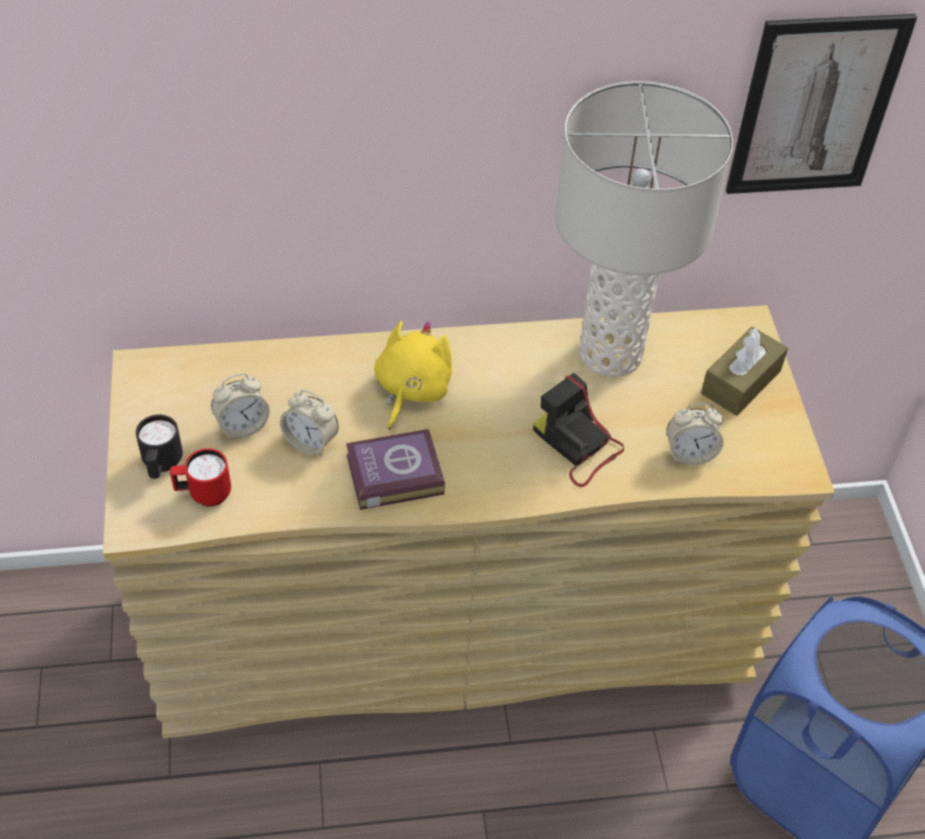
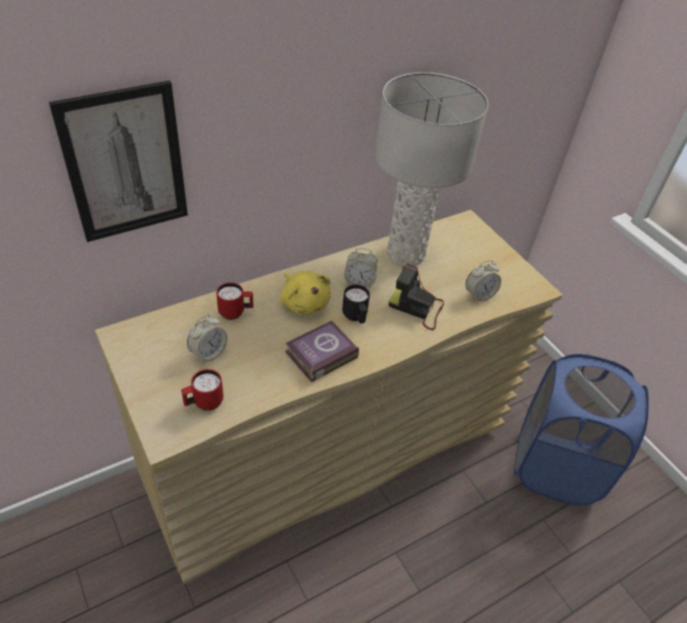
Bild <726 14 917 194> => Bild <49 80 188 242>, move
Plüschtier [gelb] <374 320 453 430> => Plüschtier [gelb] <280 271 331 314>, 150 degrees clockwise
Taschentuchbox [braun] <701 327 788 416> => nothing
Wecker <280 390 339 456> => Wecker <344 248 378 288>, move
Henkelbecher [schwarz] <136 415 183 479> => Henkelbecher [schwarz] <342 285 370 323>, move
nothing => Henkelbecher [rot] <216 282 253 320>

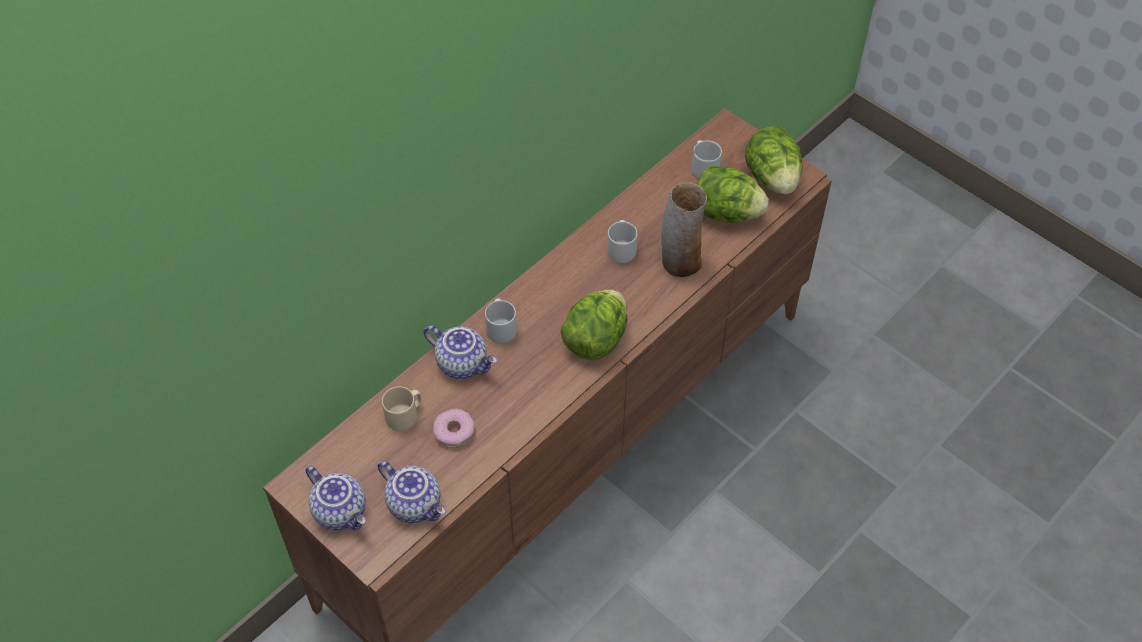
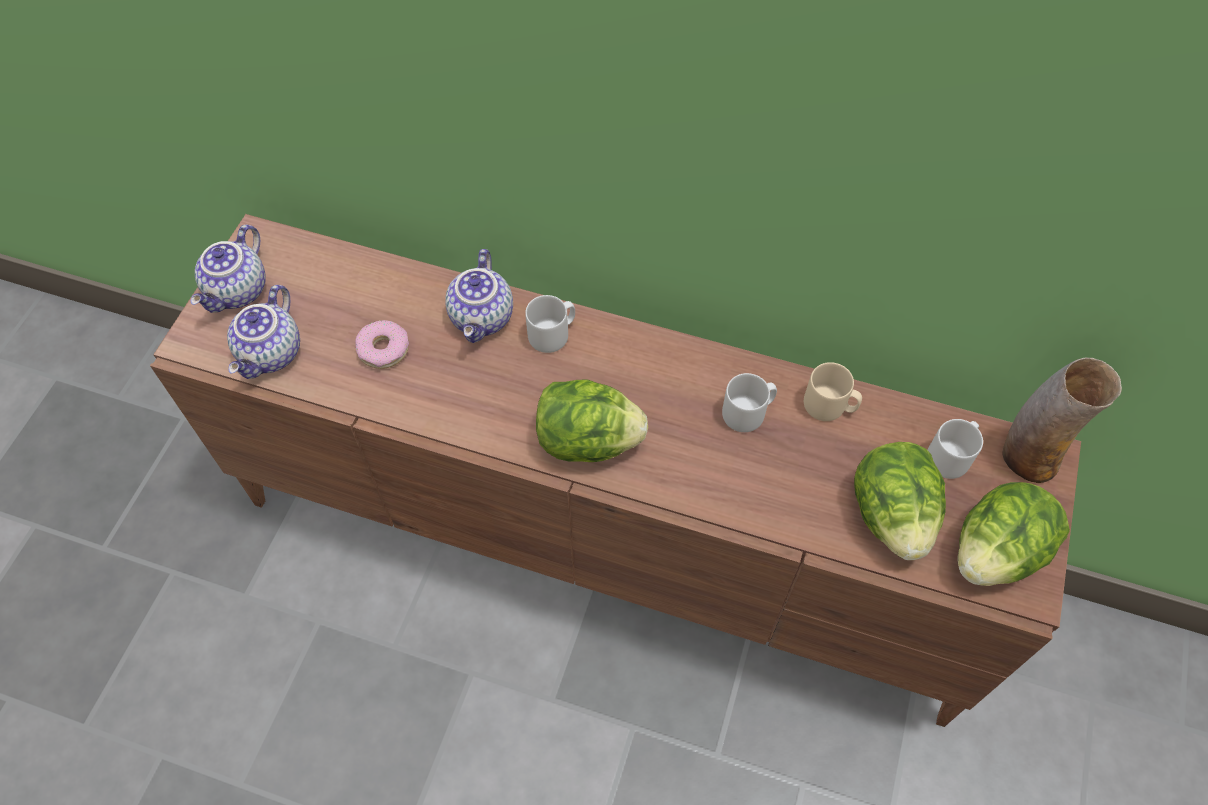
Vase <661 182 707 277> => Vase <1002 357 1122 483>, move
Henkelbecher [beige] <382 386 421 431> => Henkelbecher [beige] <804 362 862 421>, move

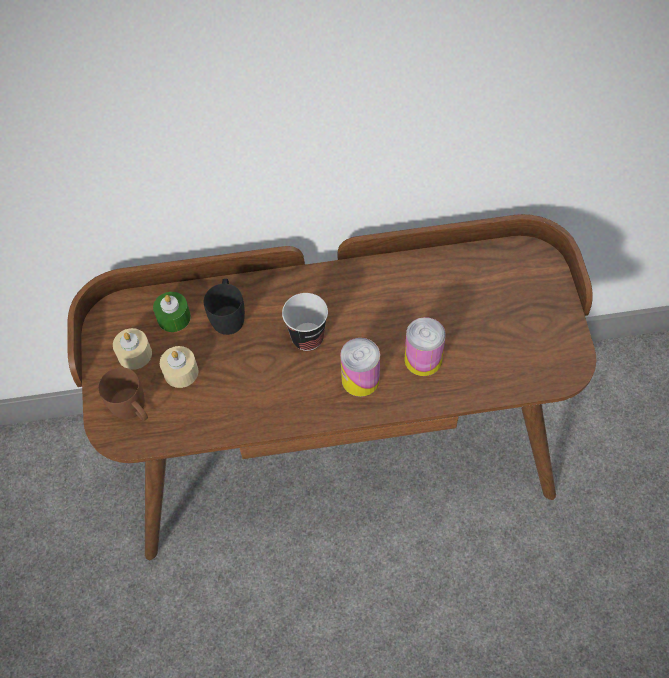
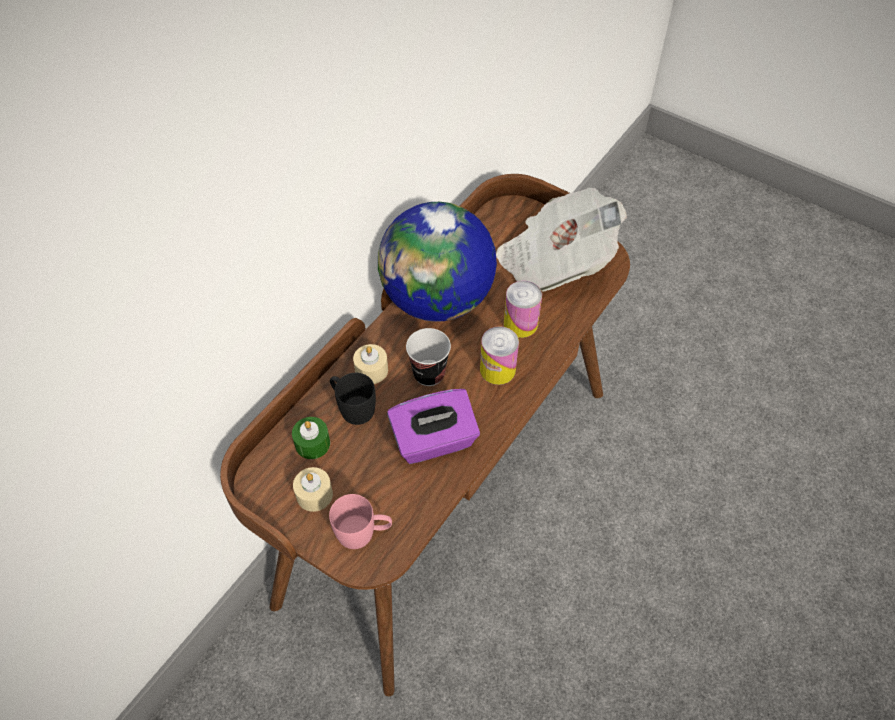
Kerze [beige] <160 346 198 388> => Kerze [beige] <353 344 388 384>, move
Henkelbecher [braun] <98 367 148 421> => Henkelbecher [rosa] <329 494 392 549>
nothing => Zeitung <496 188 627 292>
nothing => Globus <378 202 497 322>
nothing => Taschentuchbox [lila] <387 389 480 464>

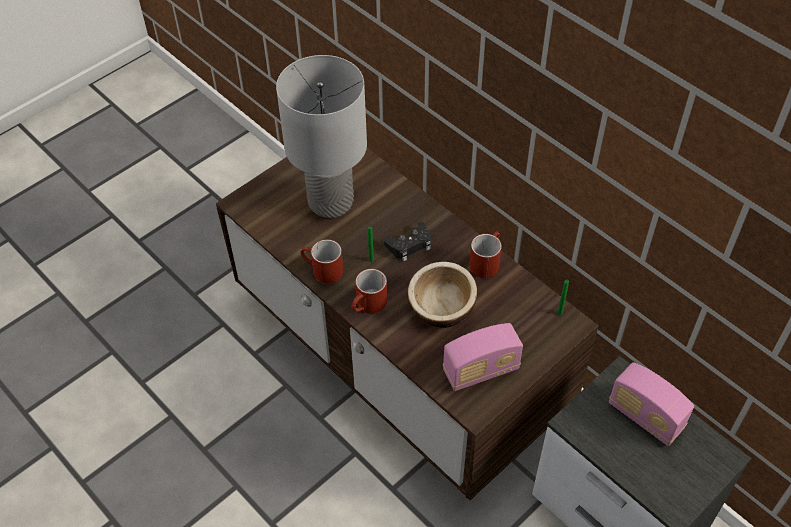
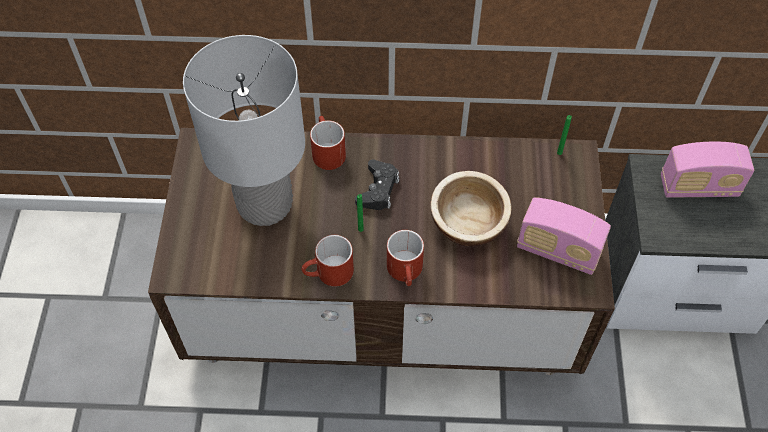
Henkelbecher [rot] <469 231 502 278> => Henkelbecher [rot] <310 116 346 170>, move
Radio <443 323 523 391> => Radio <517 197 611 275>, 90 degrees clockwise

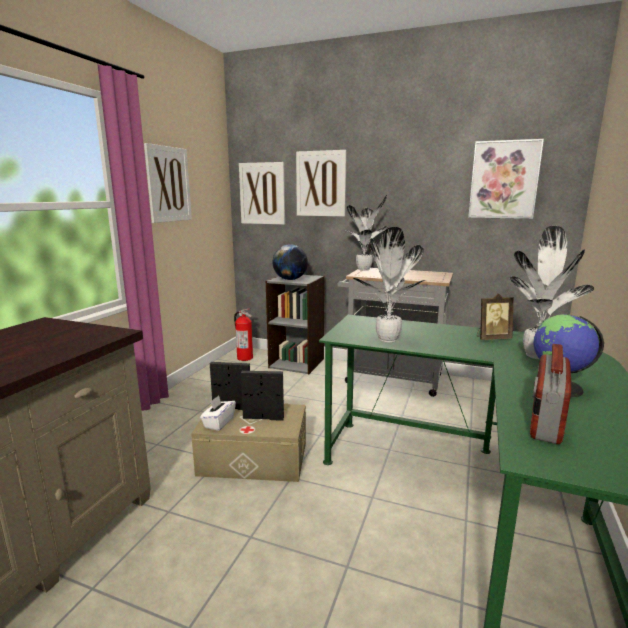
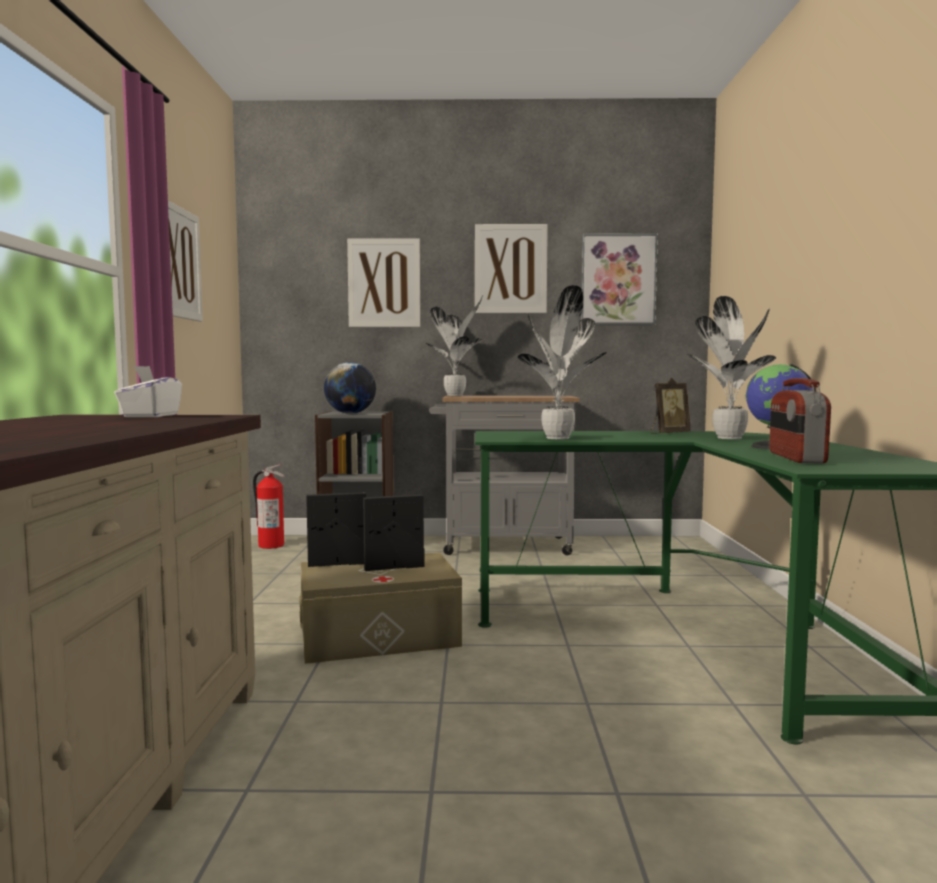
Bild <239 162 285 225> => Bild <475 224 548 313>, move
Taschentuchbox [weiß] <200 395 236 431> => Taschentuchbox [weiß] <114 366 182 417>, move

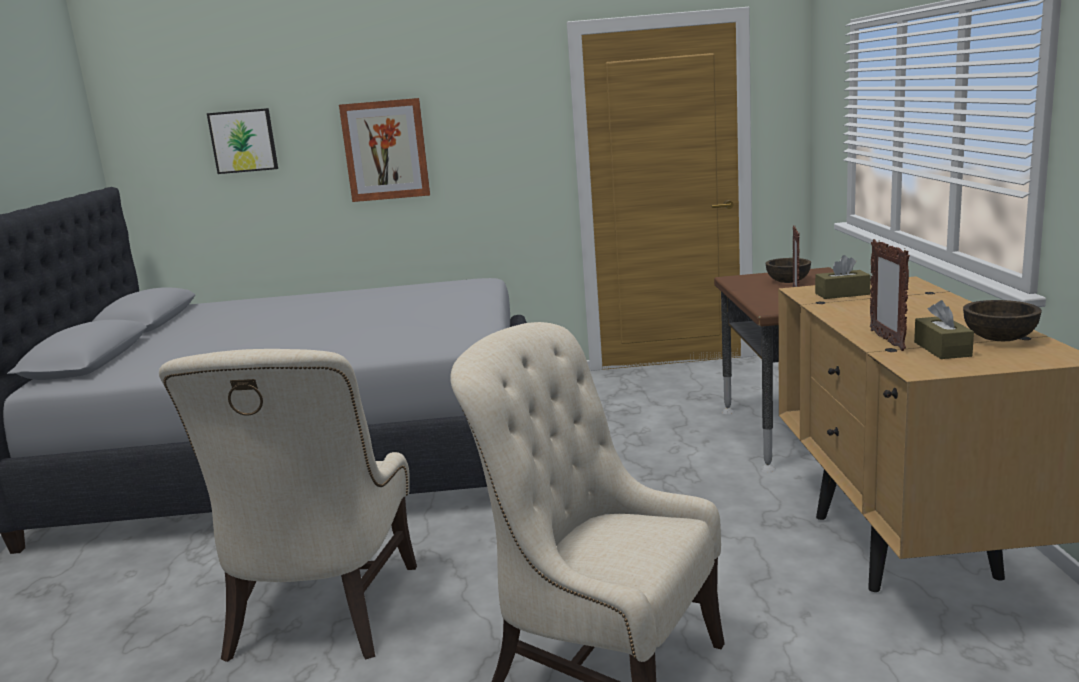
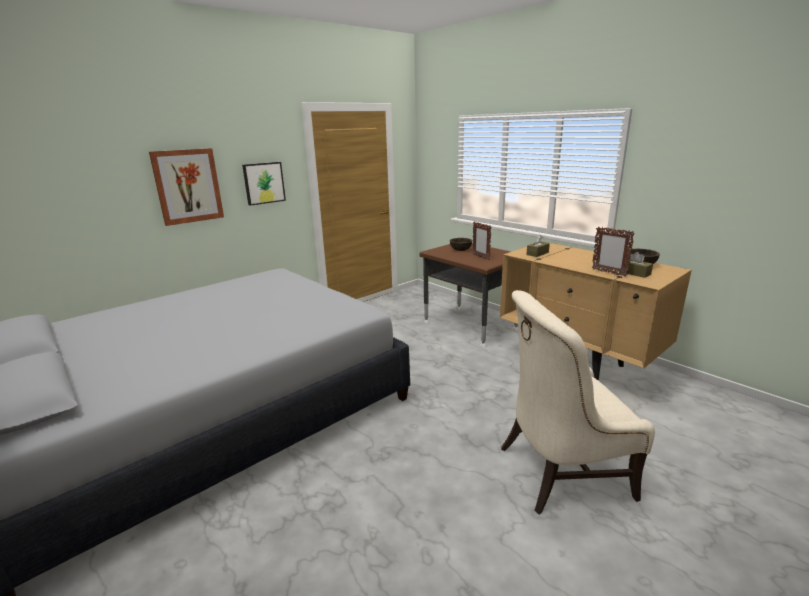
Bild <207 108 278 174> => Bild <242 162 286 206>, move
Sessel [beige] <159 349 417 662> => nothing

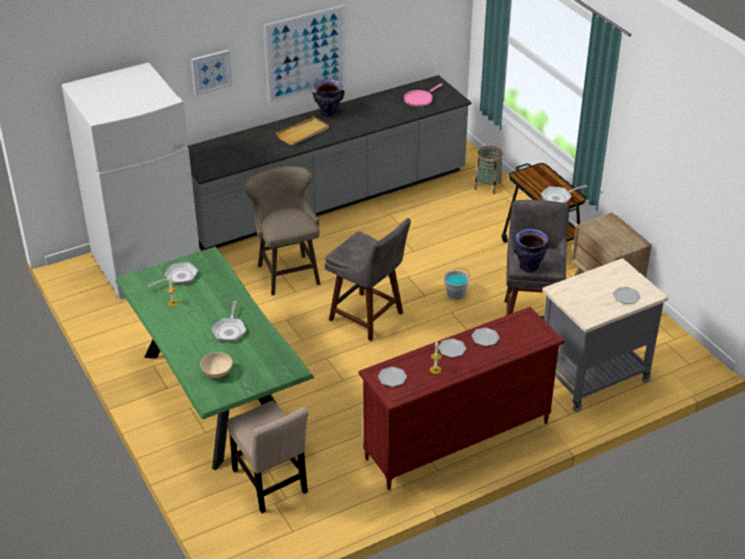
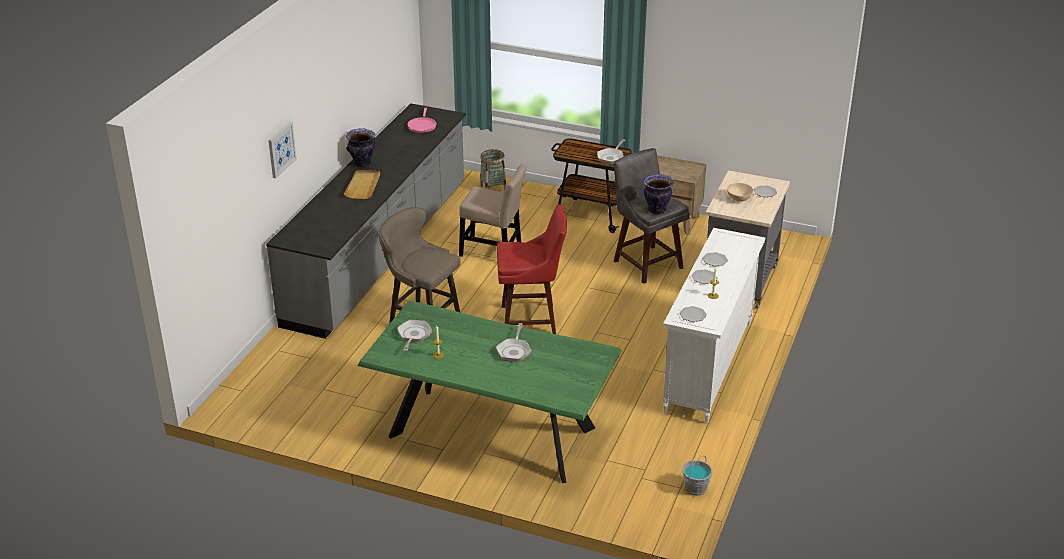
Bild <264 5 346 104> => nothing
Kühlschrank [weiß] <62 63 200 300> => nothing
Hocker [grau] <324 218 411 341> => Hocker [rot] <497 204 567 334>
Eimer [grau] <444 268 470 300> => Eimer [grau] <682 455 713 496>, move
Pfanne <211 301 246 342> => Pfanne <496 323 532 362>, 45 degrees clockwise
Kommode [rot] <359 307 565 490> => Kommode [weiß] <663 228 765 424>
Schüssel [beige] <200 352 233 378> => Schüssel [beige] <727 183 754 202>, move
Stuhl [beige] <227 401 309 513> => Stuhl [beige] <459 164 526 257>, move

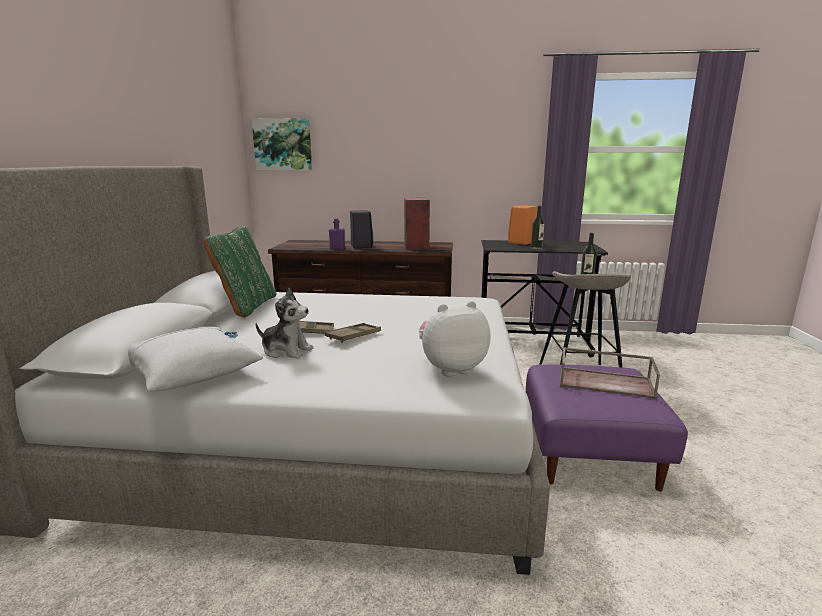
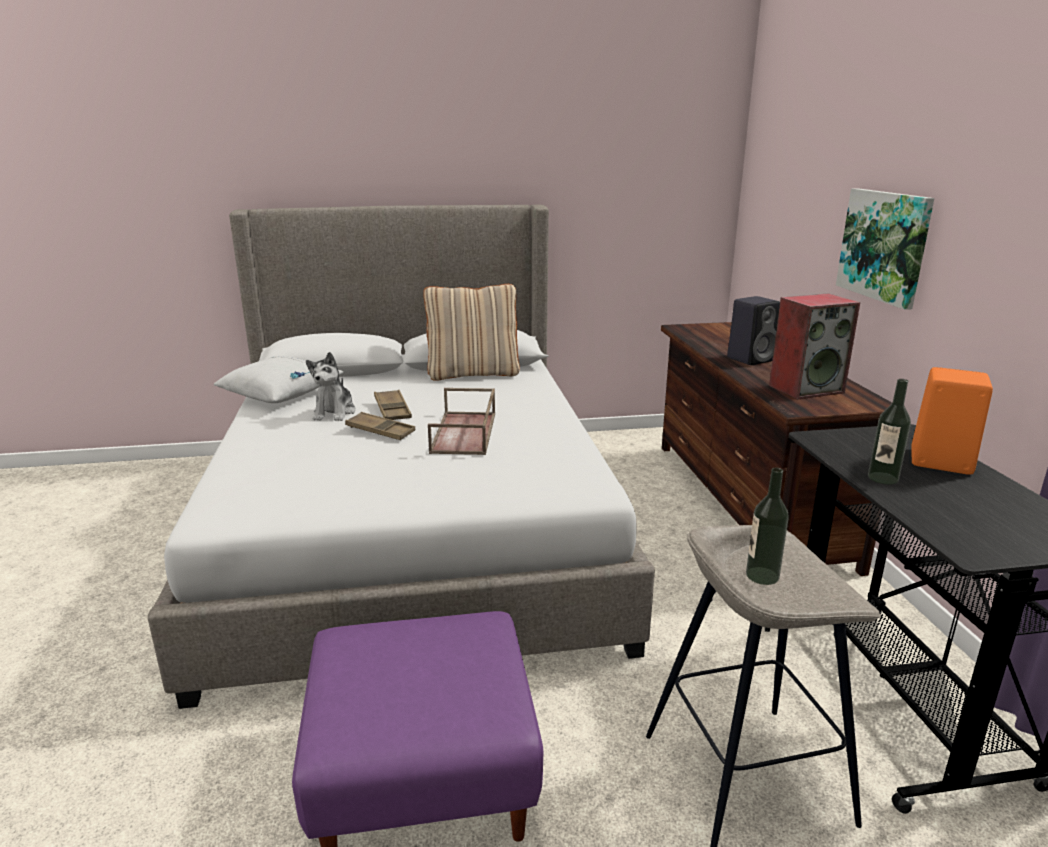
Bild <252 118 312 170> => Bild <836 188 934 310>, move
Flasche [lila] <329 218 345 250> => nothing
Kissen [grün] <204 226 277 318> => Kissen [beige] <423 284 520 381>
Plüschtier <419 301 490 376> => nothing
Tablett [braun] <560 347 660 399> => Tablett [braun] <428 388 495 455>, move

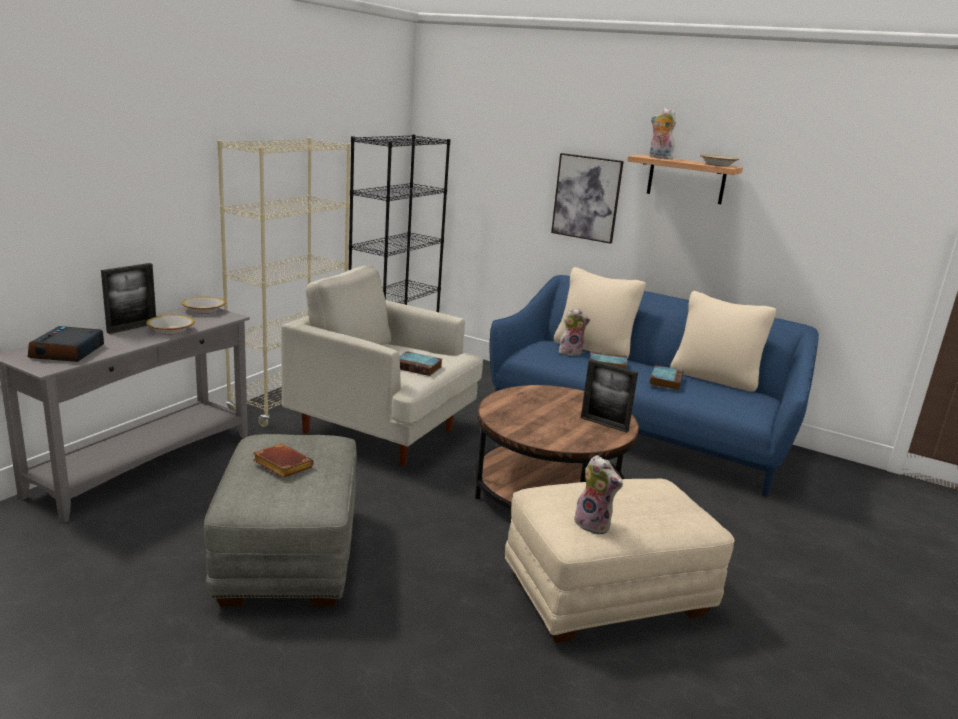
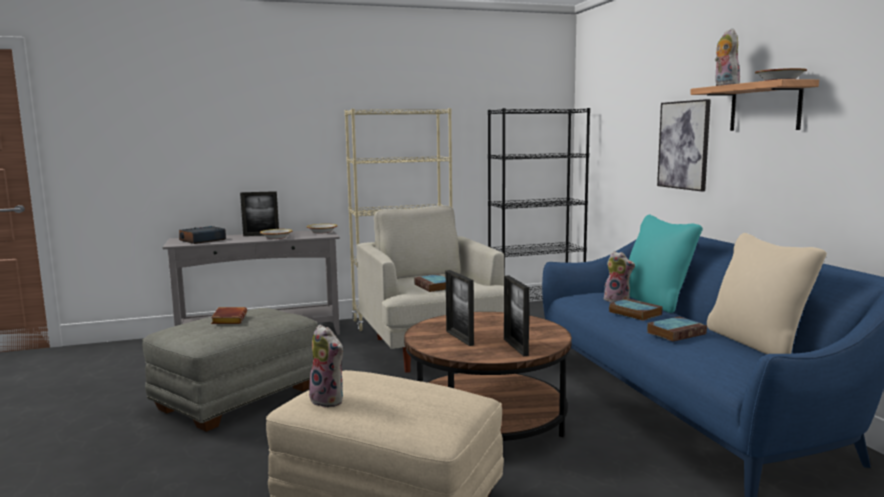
Kissen [beige] <554 267 646 359> => Kissen [türkis] <629 214 703 313>
Plüschtier <571 455 623 535> => Plüschtier <309 324 344 408>, 45 degrees counterclockwise
nothing => Bilderrahmen <446 270 474 346>

